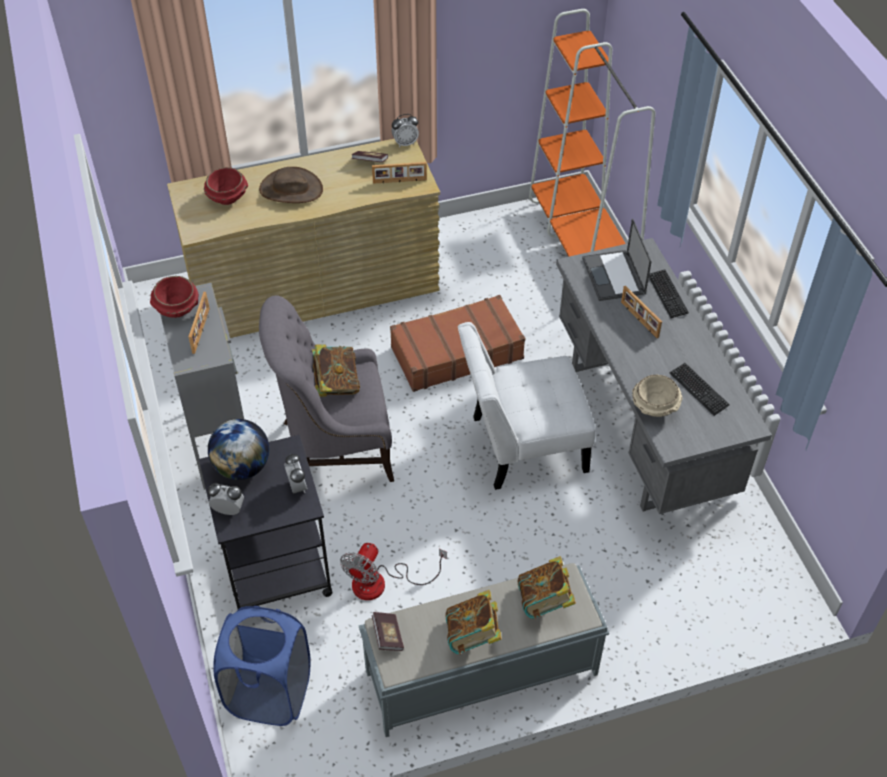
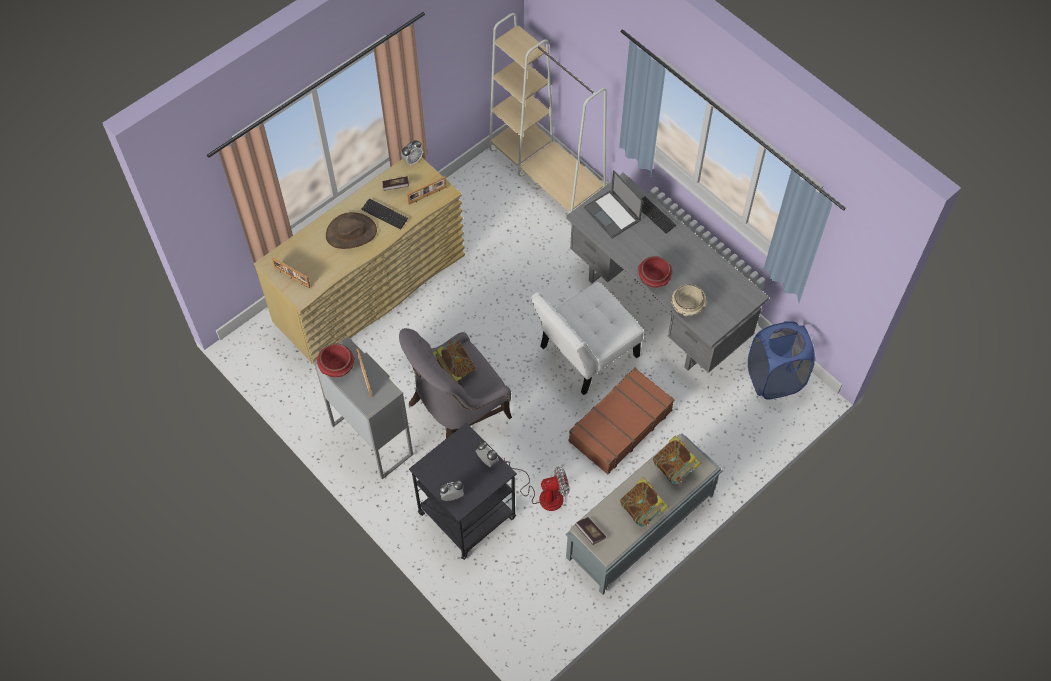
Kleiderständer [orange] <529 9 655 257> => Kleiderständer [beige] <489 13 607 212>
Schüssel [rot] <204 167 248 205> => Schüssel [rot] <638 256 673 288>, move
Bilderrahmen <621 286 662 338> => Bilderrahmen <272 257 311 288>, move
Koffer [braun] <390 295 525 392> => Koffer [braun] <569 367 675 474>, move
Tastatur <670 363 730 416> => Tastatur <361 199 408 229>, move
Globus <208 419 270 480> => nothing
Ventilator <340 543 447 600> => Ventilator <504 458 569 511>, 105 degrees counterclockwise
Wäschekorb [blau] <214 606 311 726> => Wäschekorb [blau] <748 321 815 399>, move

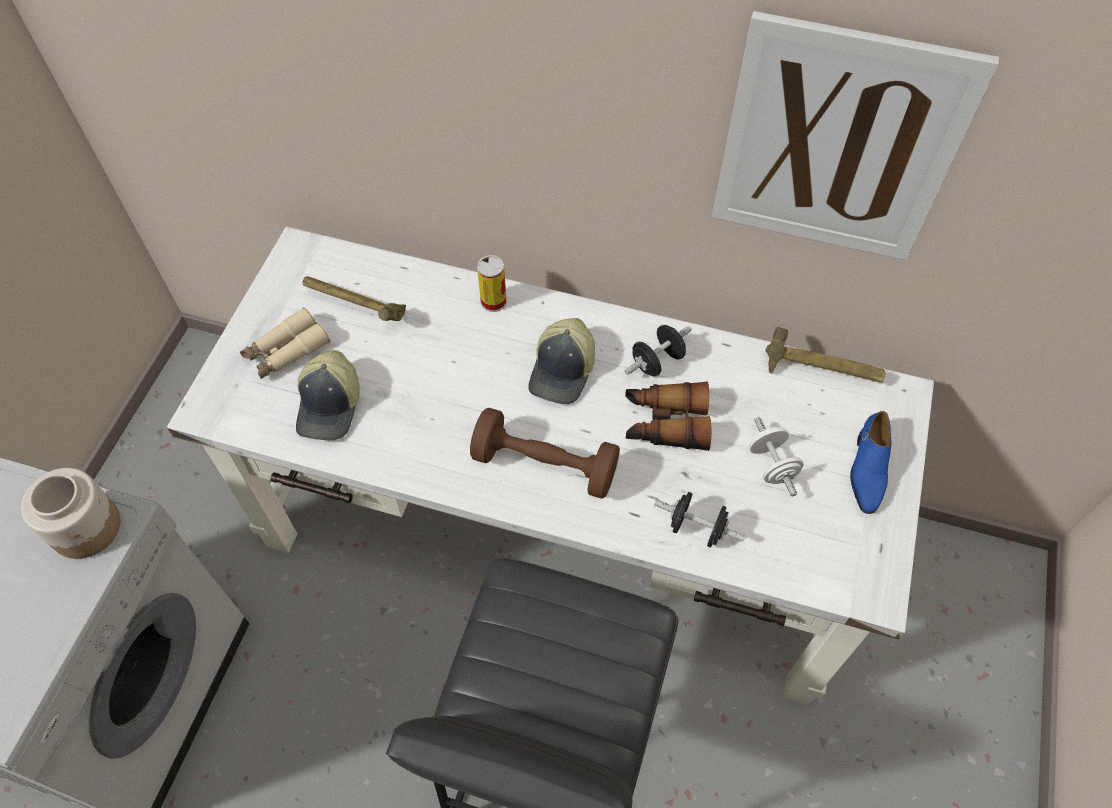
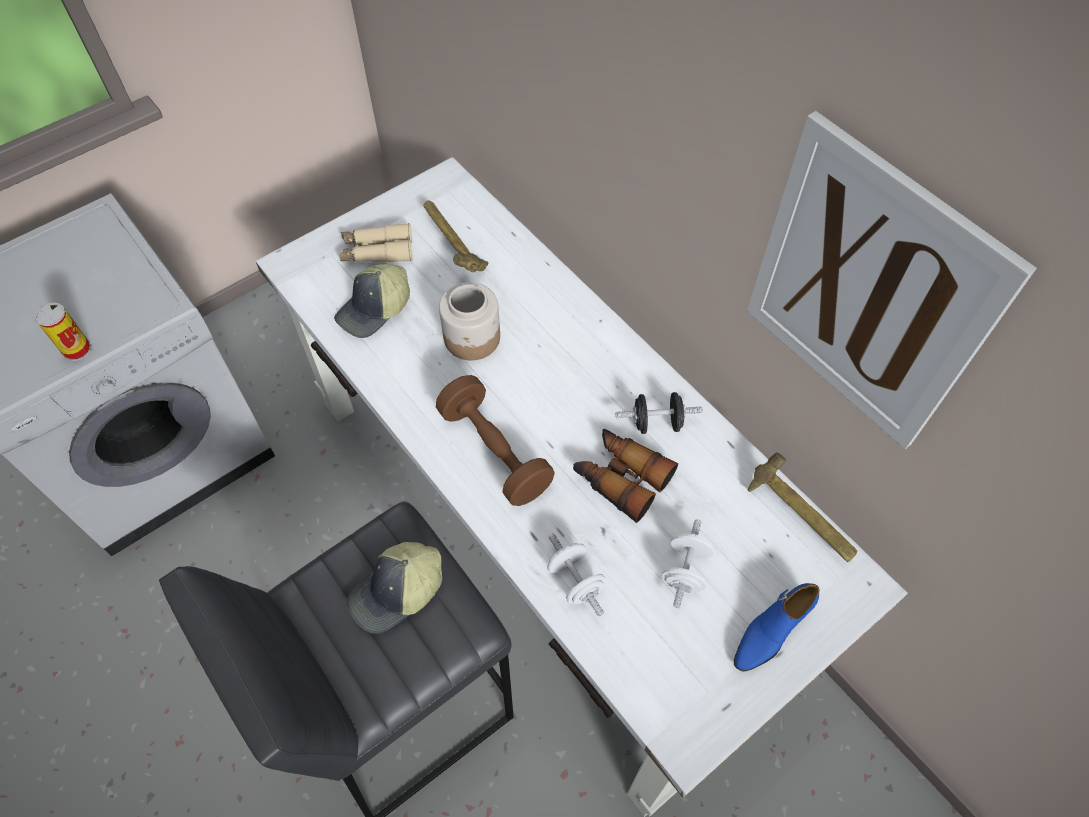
Dose <477 255 507 312> => Dose <35 302 91 361>, move
Kappe <528 318 595 404> => Kappe <347 542 442 634>, move
Vorratsglas <21 468 120 559> => Vorratsglas <439 282 500 360>, move
Hantel [schwarz] <654 492 745 547> => Hantel [weiß] <547 534 606 616>

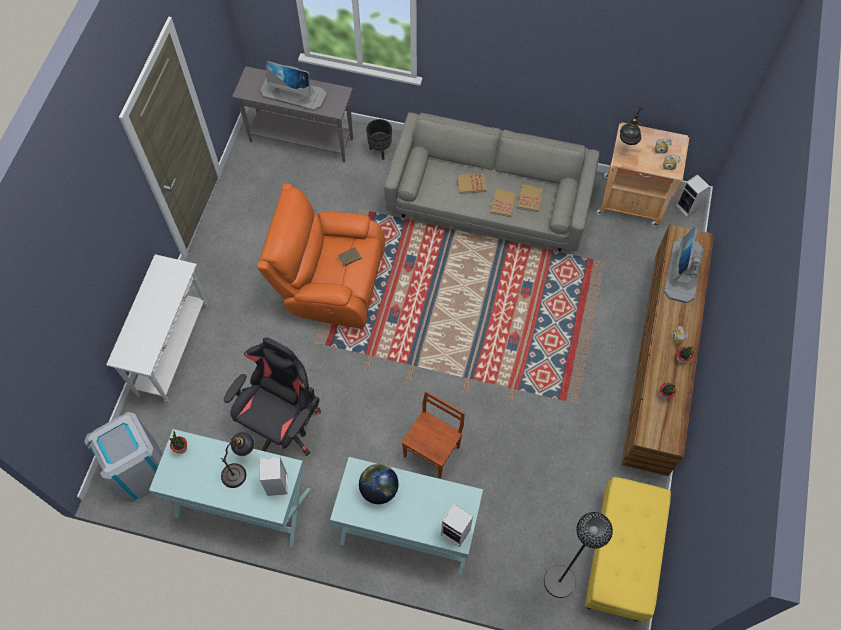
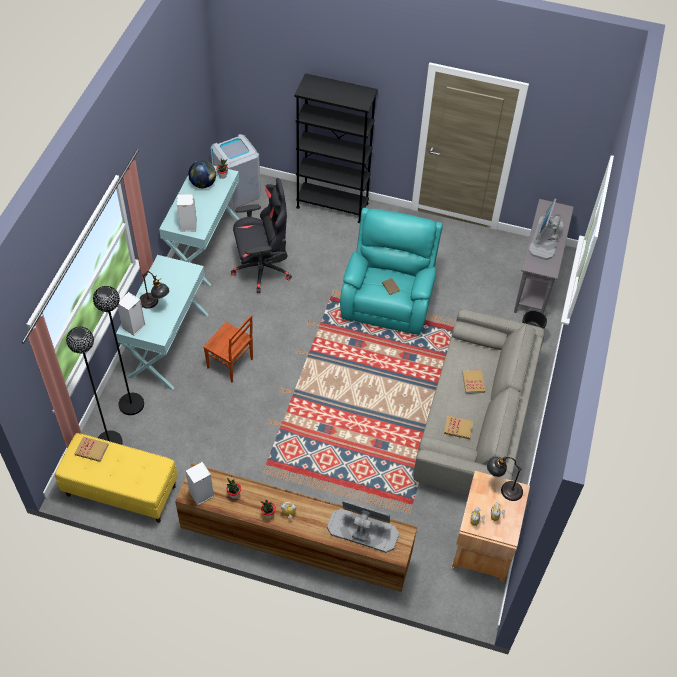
Lautsprecher <676 175 710 217> => Lautsprecher <186 462 214 505>, move
Sessel [orange] <257 184 385 329> => Sessel [türkis] <340 208 443 335>
Buch <491 189 516 217> => Buch <75 437 109 462>, move
Konsolentisch [weiß] <106 254 208 404> => Bücherregal [schwarz] <295 73 378 223>
Bürostuhl [schwarz] <224 338 321 456> => Bürostuhl [schwarz] <231 178 292 293>, 45 degrees counterclockwise
Tischlampe [grau] <221 432 255 488> => Tischlampe [grau] <139 271 170 309>, move
Globus <359 464 399 504> => Globus <188 161 216 188>, move
nothing => Stehlampe [schwarz] <93 286 144 415>

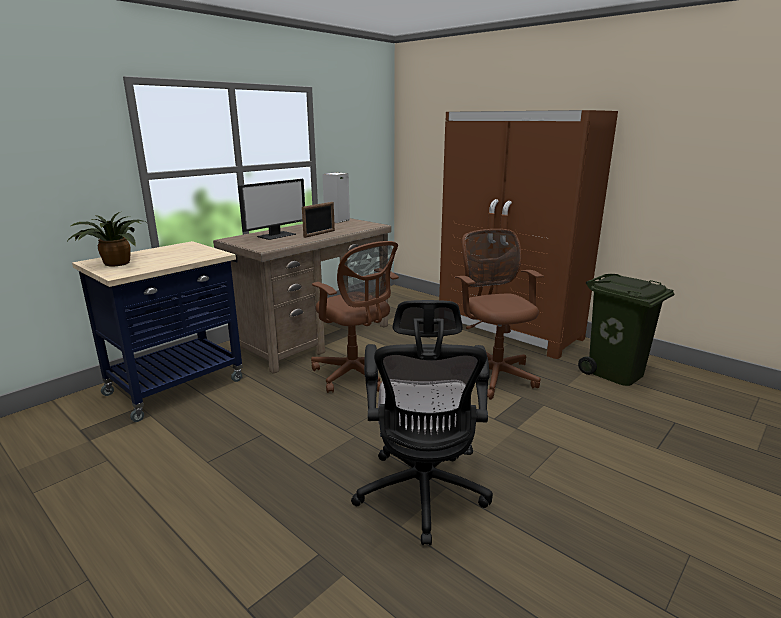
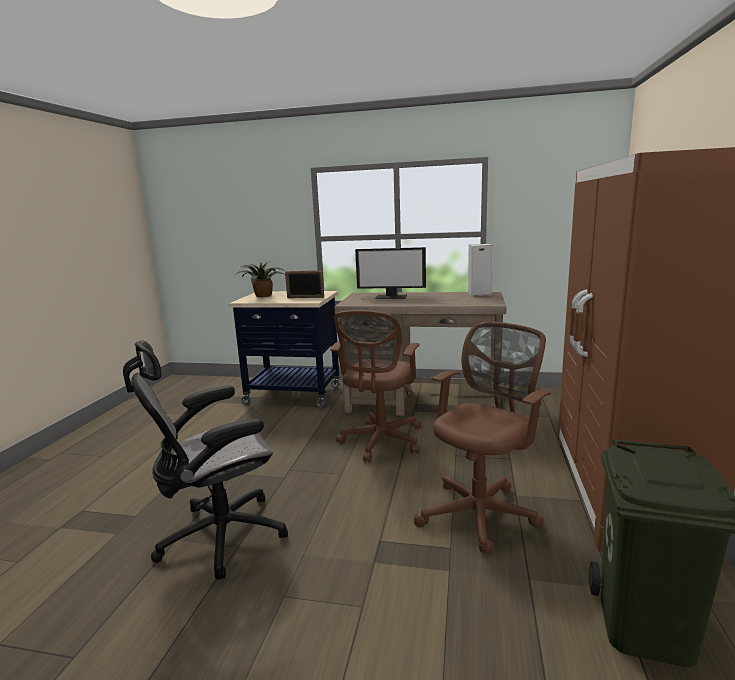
Bilderrahmen <302 202 335 238> => Bilderrahmen <285 270 324 298>, move

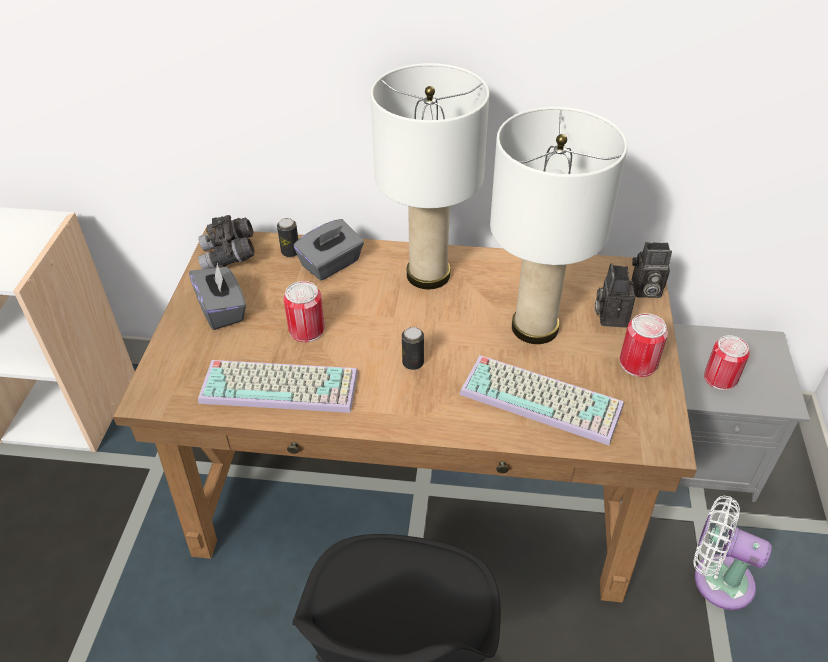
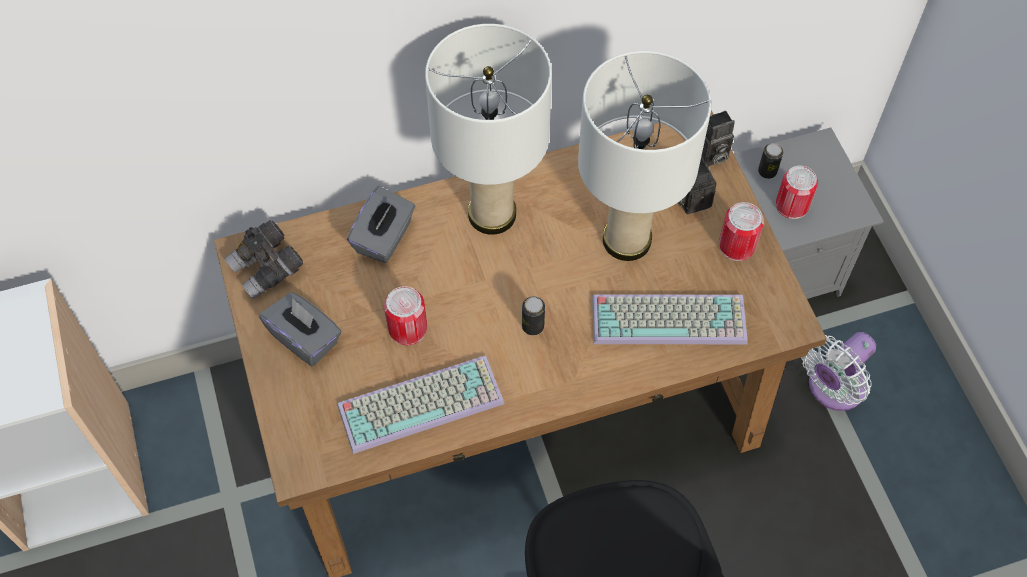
Dose <277 218 298 257> => Dose <758 143 783 179>, move
Ventilator [weiß] <693 496 772 610> => Ventilator [weiß] <801 332 876 411>, 45 degrees counterclockwise

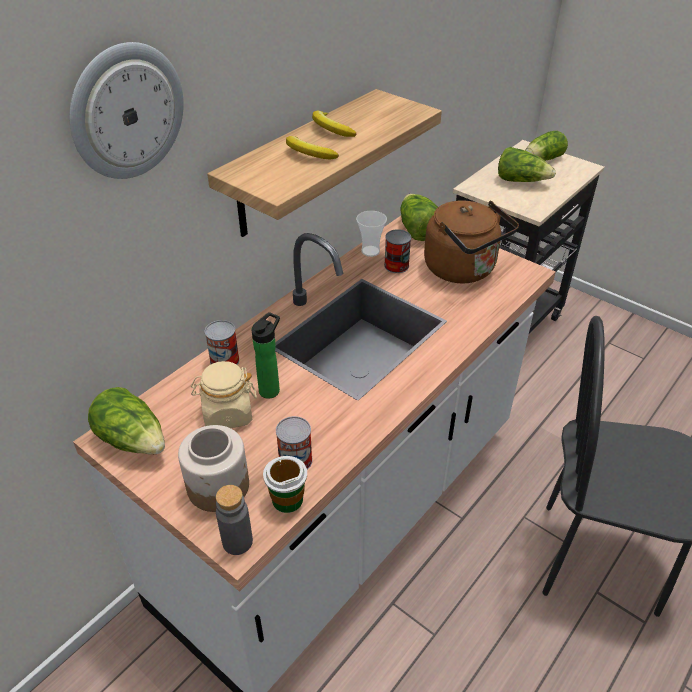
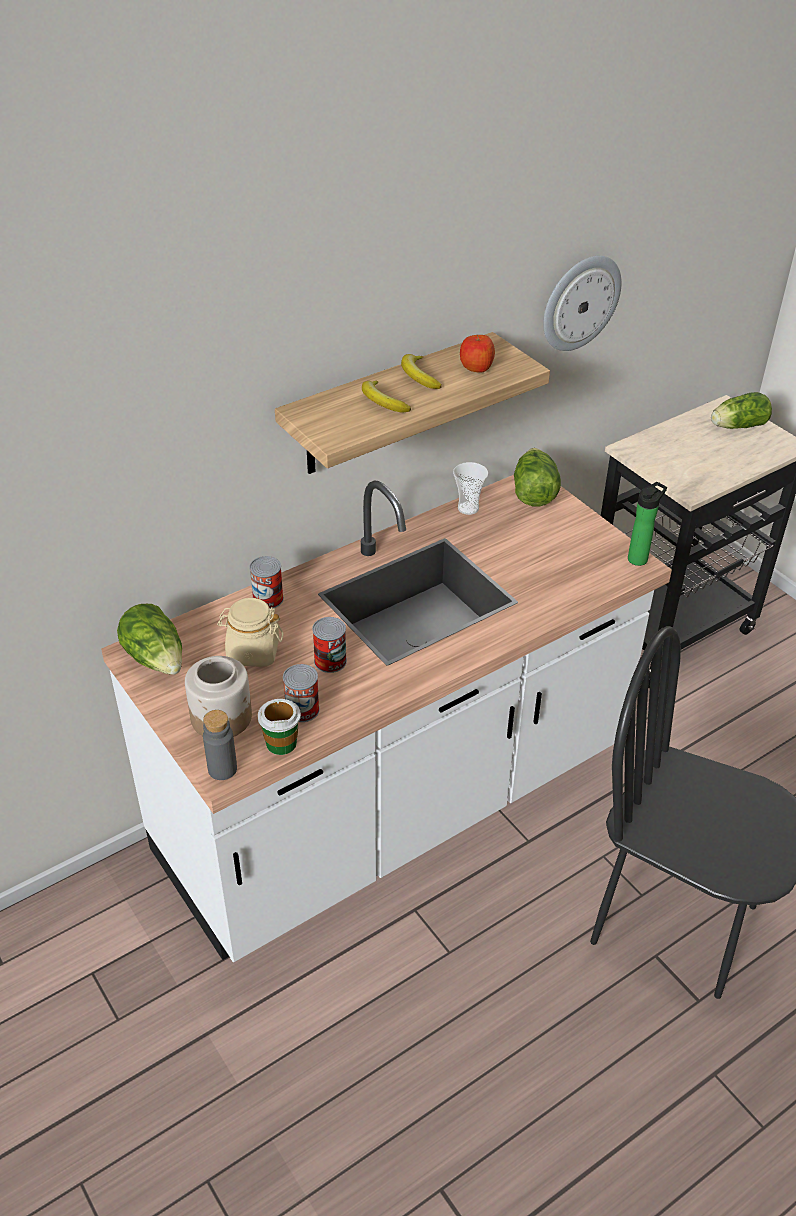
Wanduhr <70 42 184 179> => Wanduhr <543 256 622 351>, move
Salatkopf <498 147 556 182> => nothing
Wasserkessel [braun] <424 201 519 284> => nothing
Dose <384 229 411 273> => Dose <312 617 347 673>, move
Flasche <252 312 280 399> => Flasche <628 482 667 566>, move
nothing => Apfel <460 334 495 373>

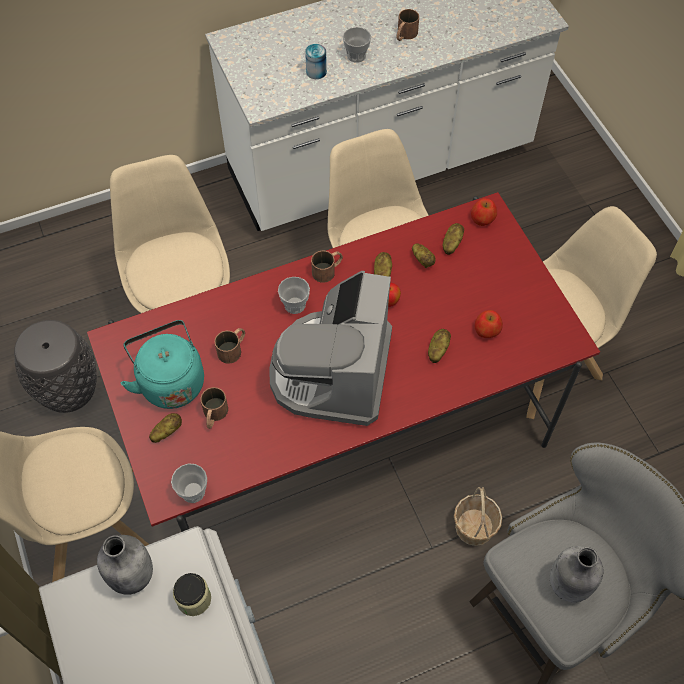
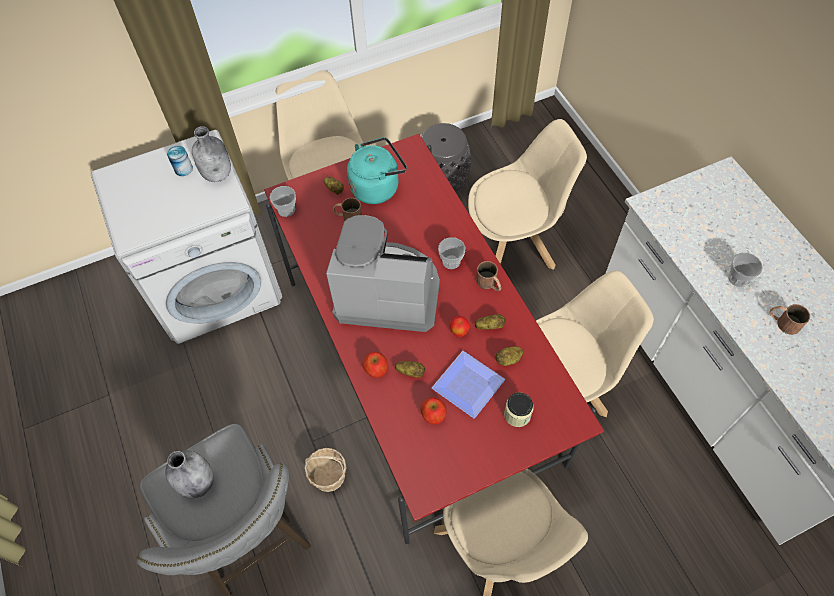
Dose <305 44 327 79> => Dose <167 146 193 176>, move
Apfel <471 198 497 226> => Apfel <362 352 388 378>, move
Kartoffel <443 223 464 255> => nothing
Henkelbecher [braun] <215 328 245 364> => nothing
Vorratsglas <173 573 211 616> => Vorratsglas <504 392 534 427>, move
nothing => Teller <432 351 505 418>

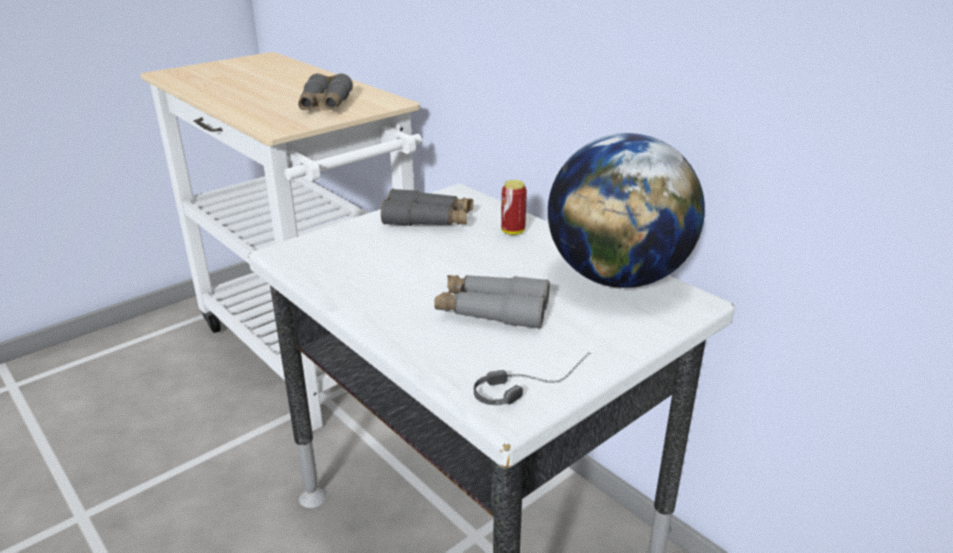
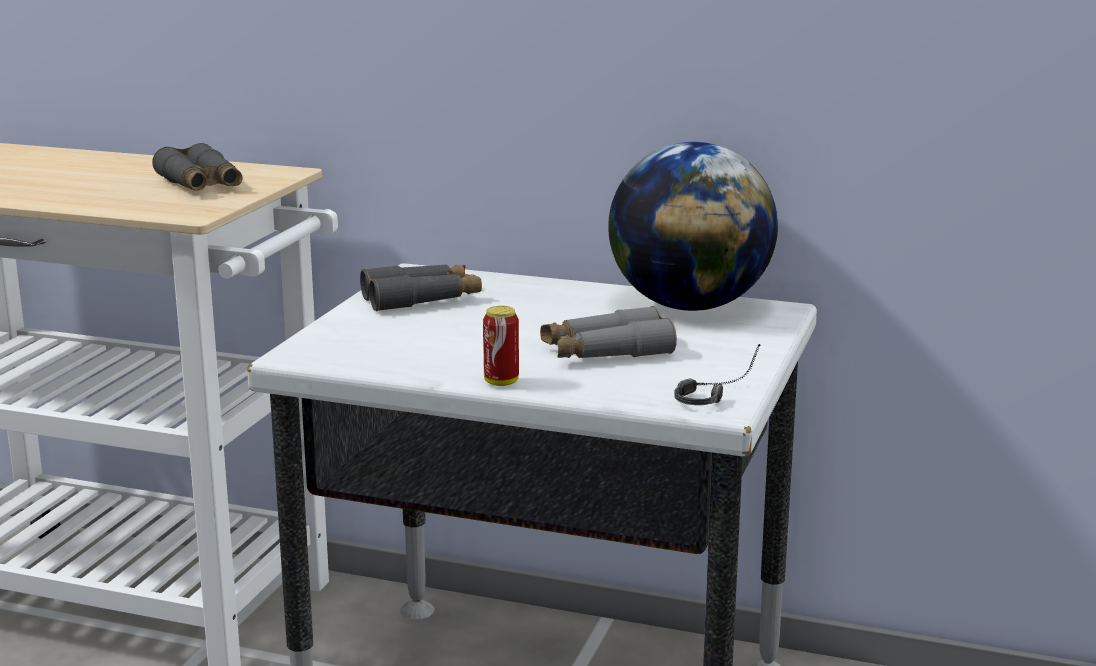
Dose <501 180 527 235> => Dose <483 306 519 386>, move

